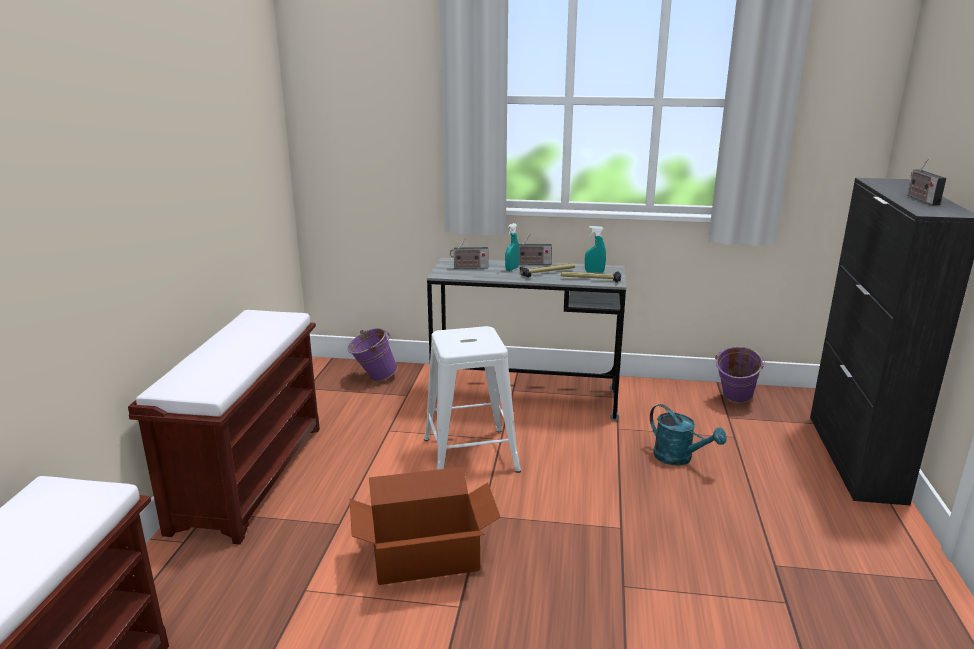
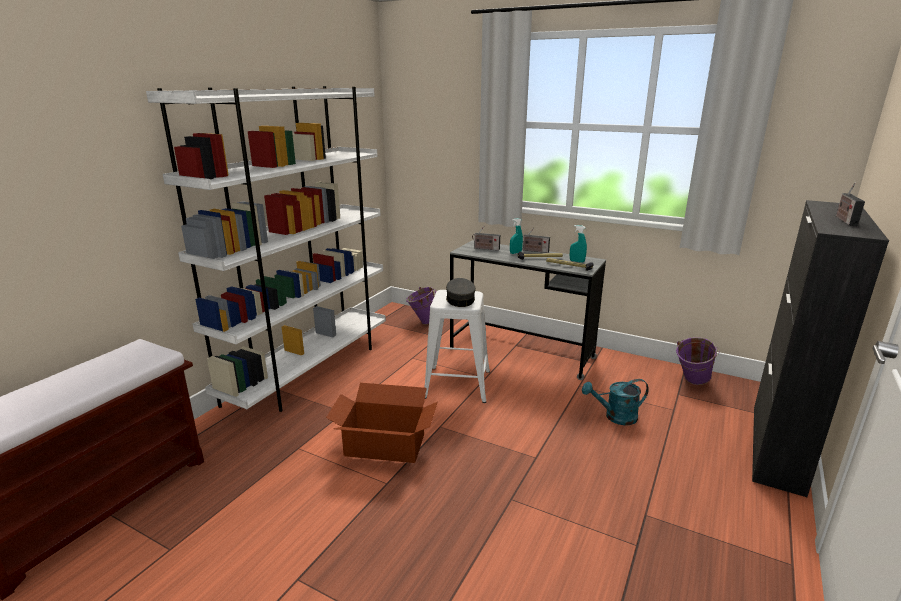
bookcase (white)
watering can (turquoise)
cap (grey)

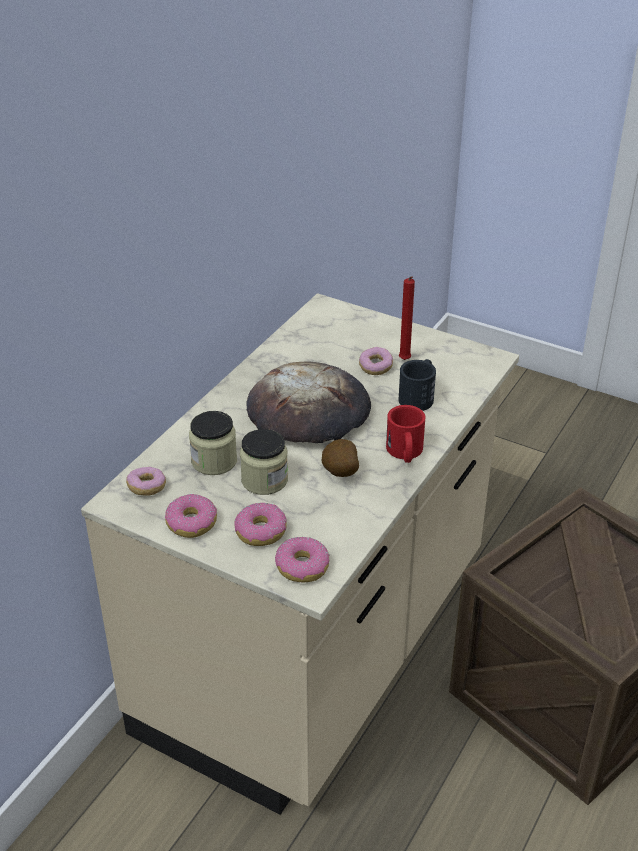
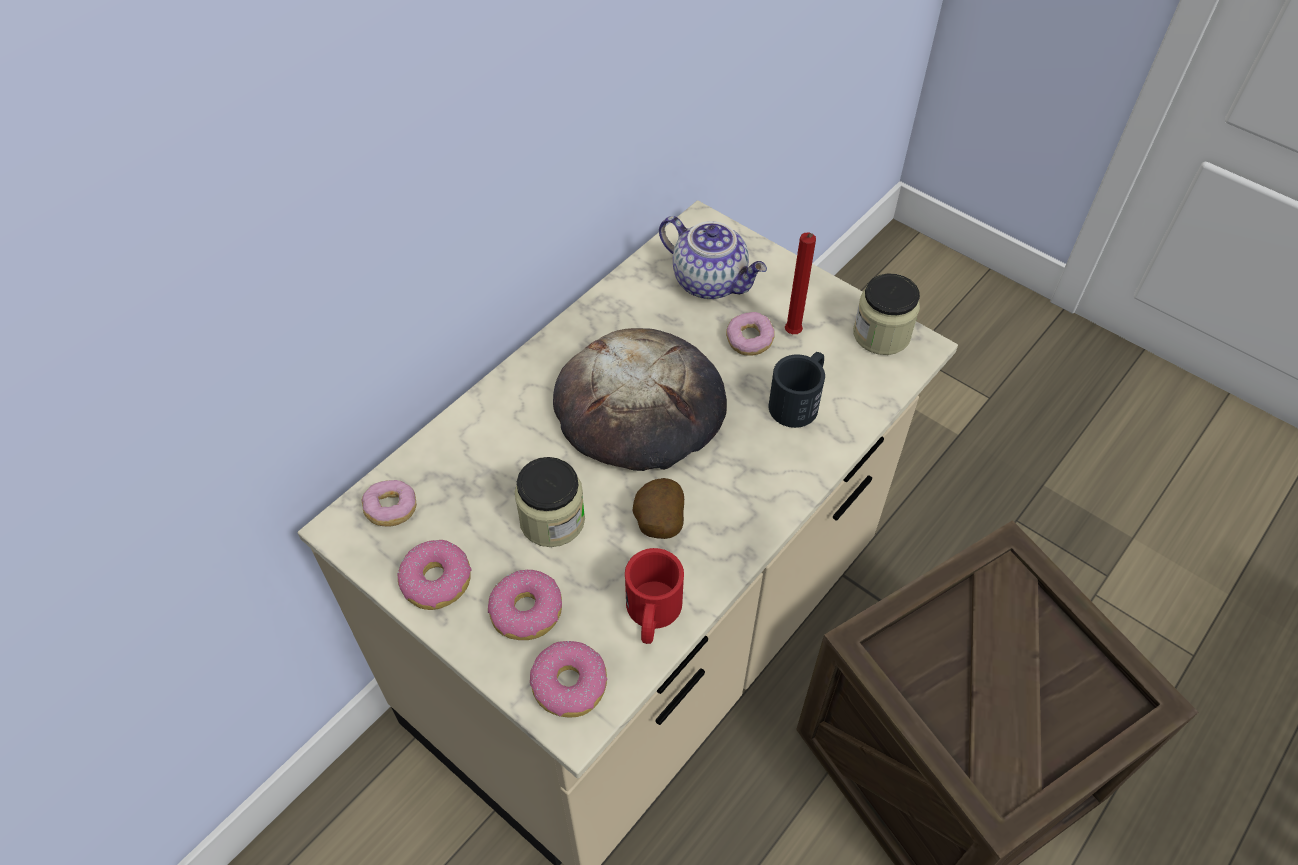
jar (no. 2 from left)
mug (red)
teapot

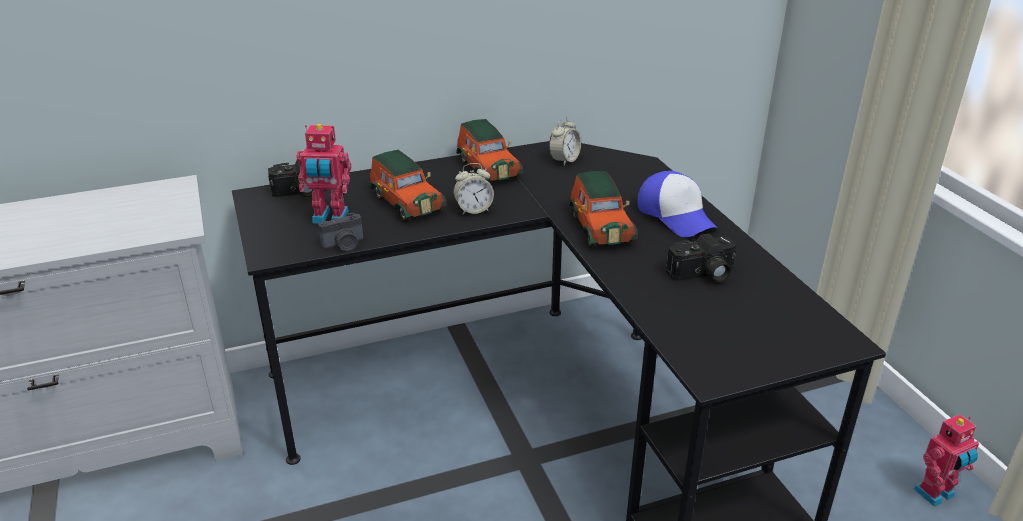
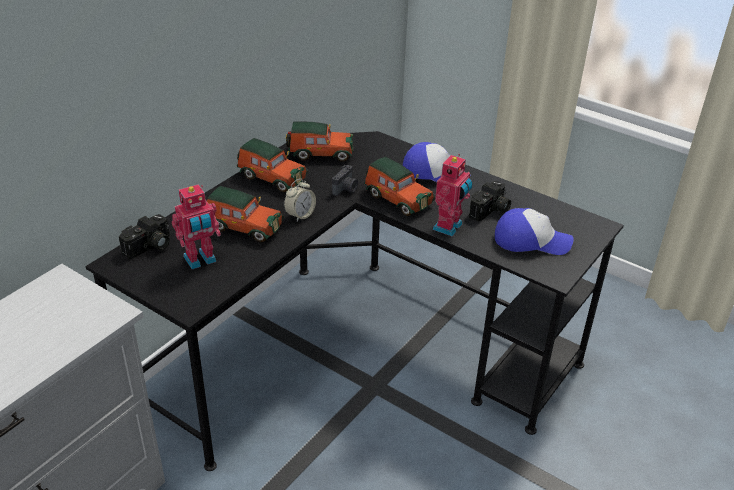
photo camera (no. 2 from left)
toy car (no. 3 from left)
toy robot (no. 2 from left)
cap (no. 2 from left)

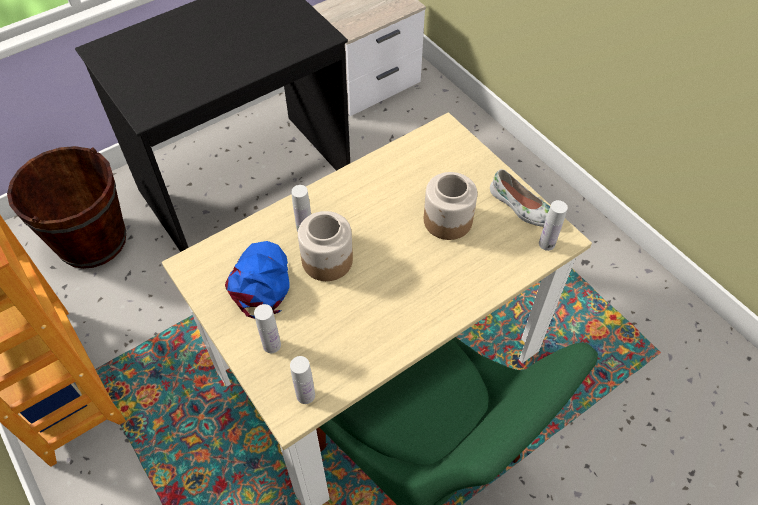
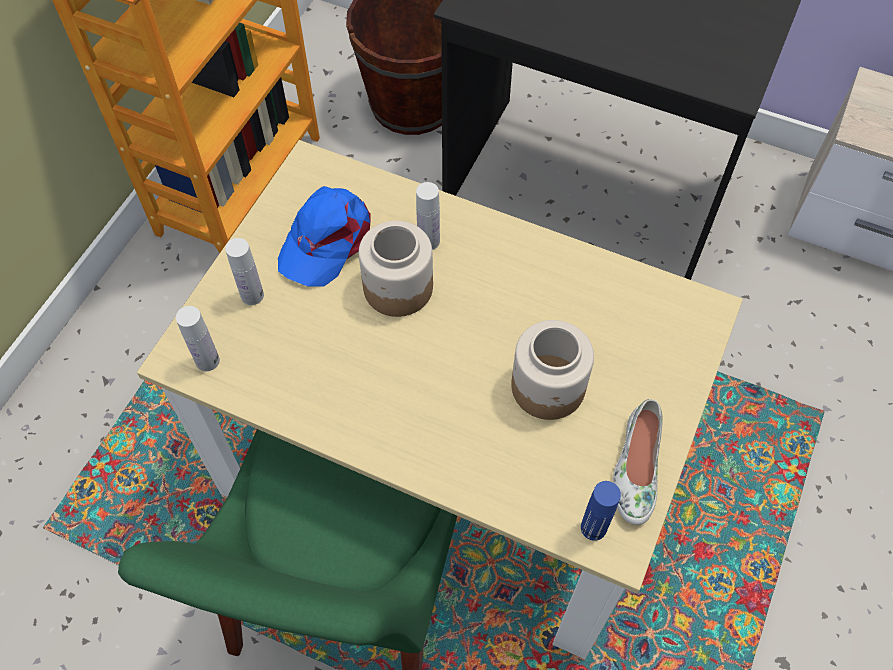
cap (blue)
bottle (blue)

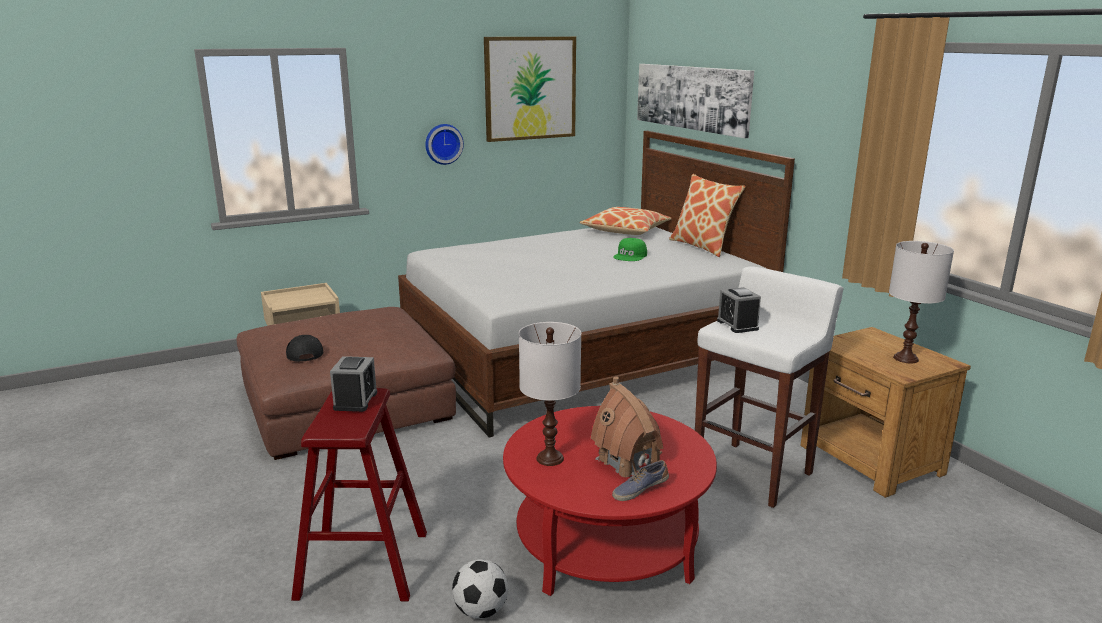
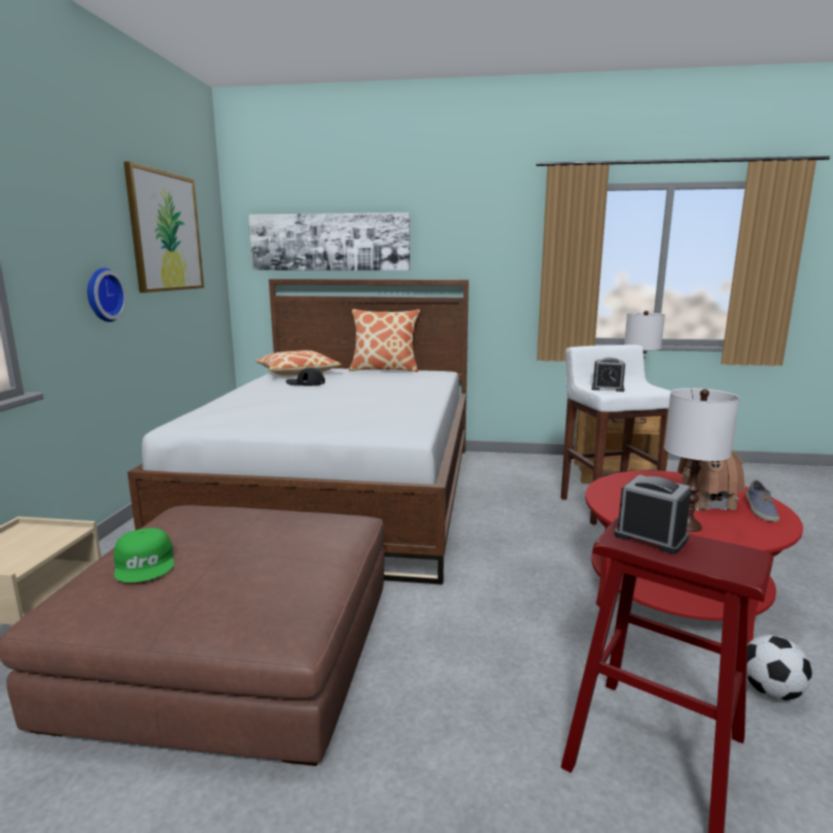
cap (black)
cap (green)

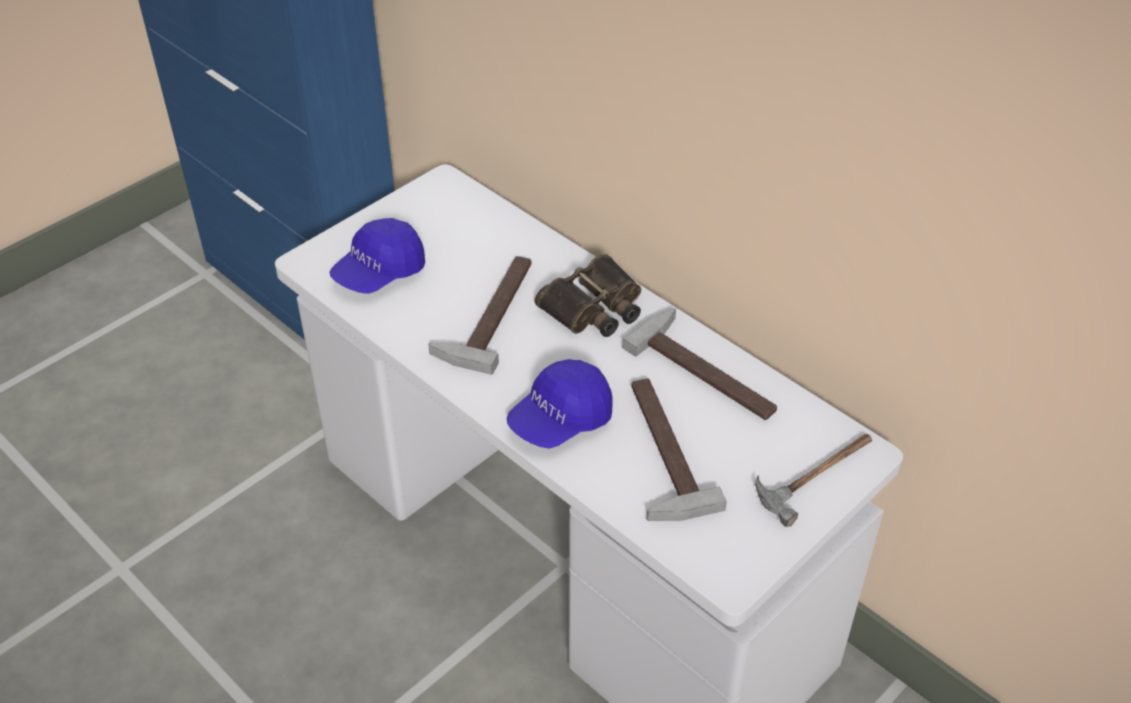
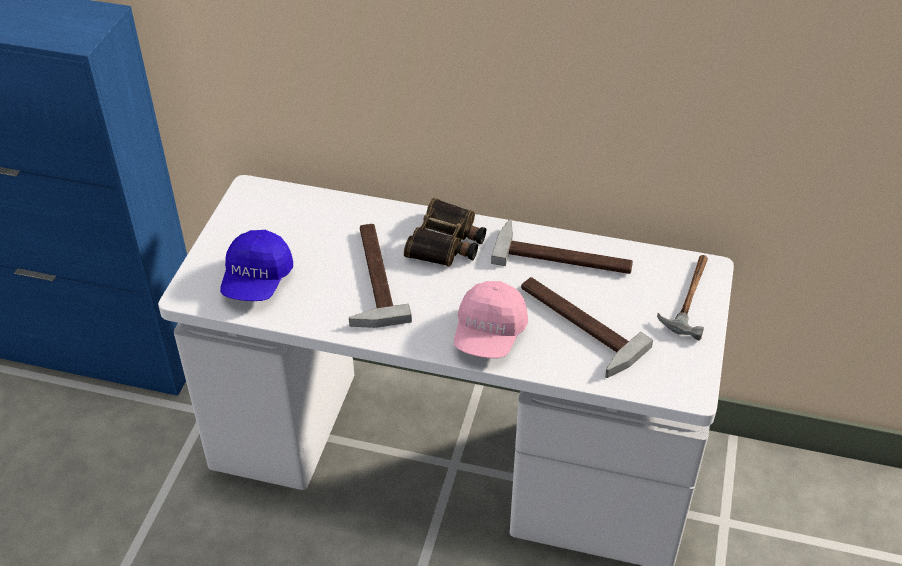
cap (pink)

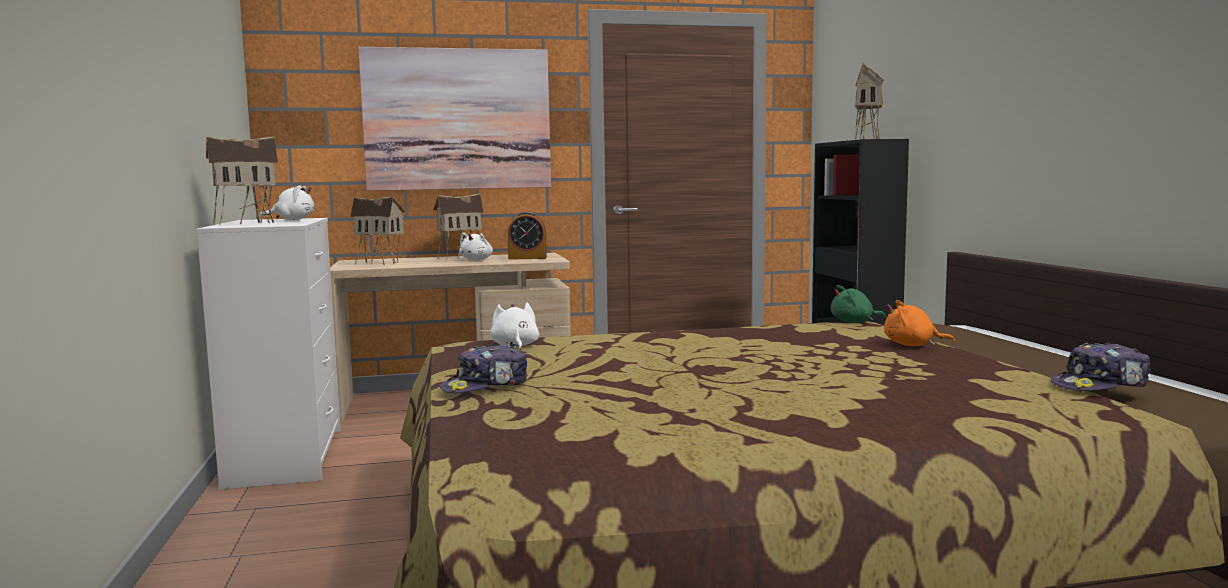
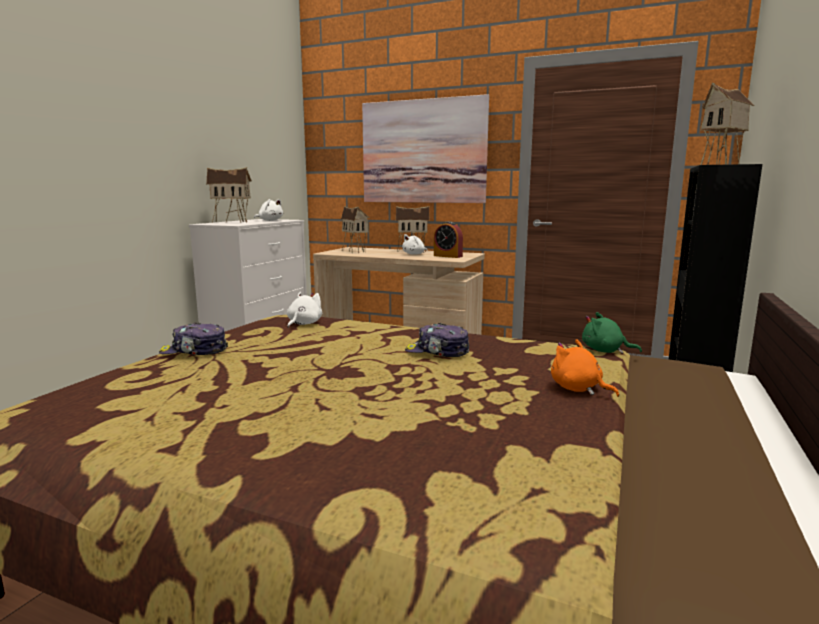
cap (no. 2 from left)

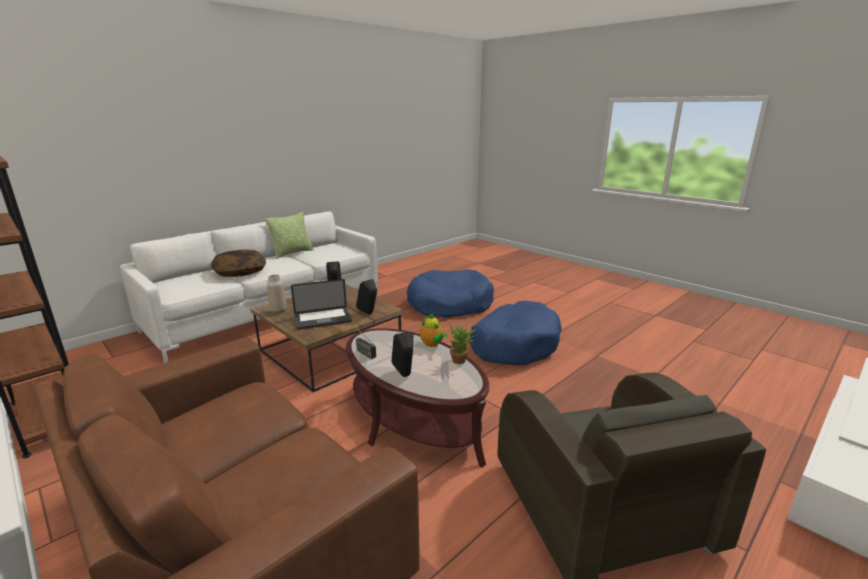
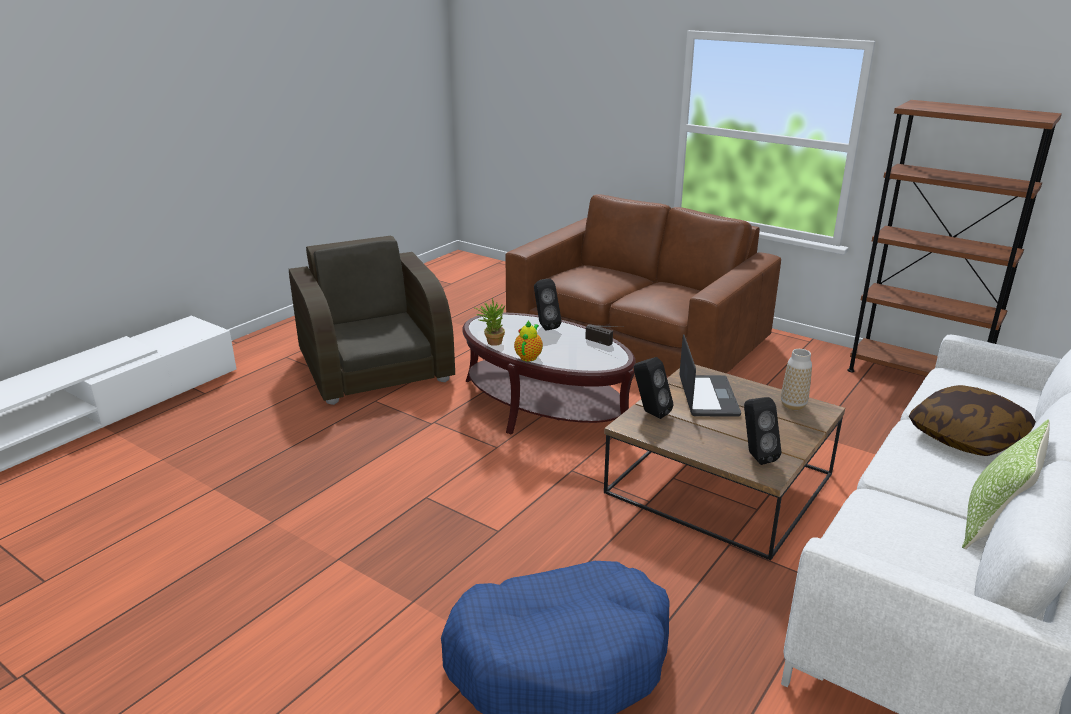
laptop
teapot
dog bed (blue) (no. 2 from left in the first image)

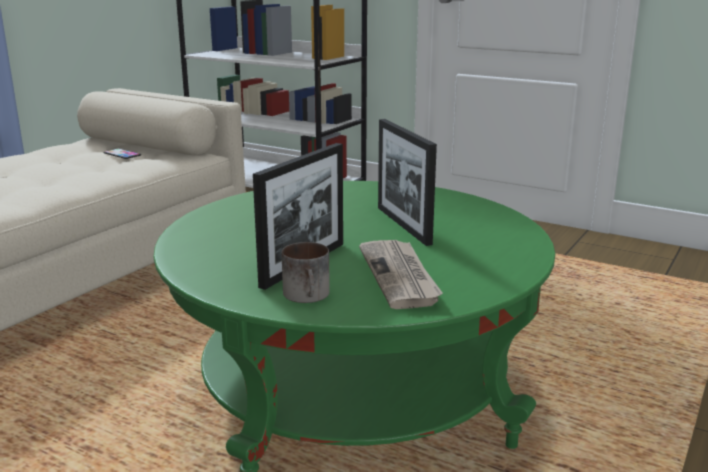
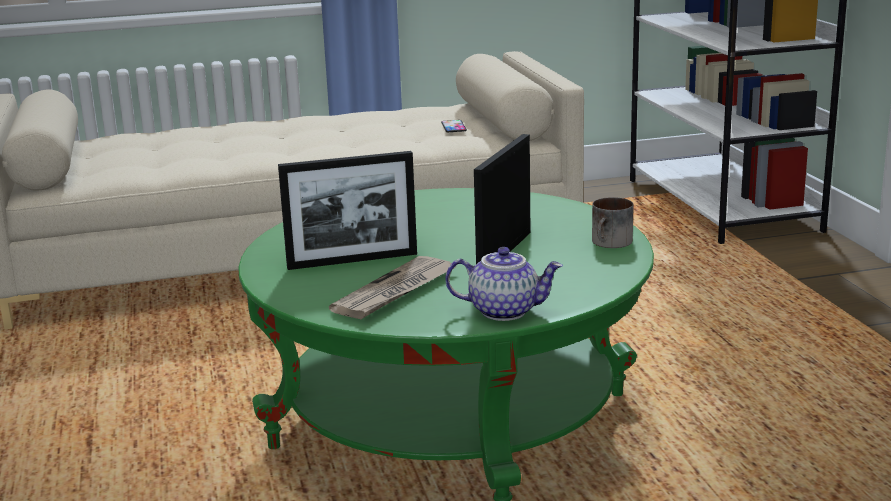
mug
teapot

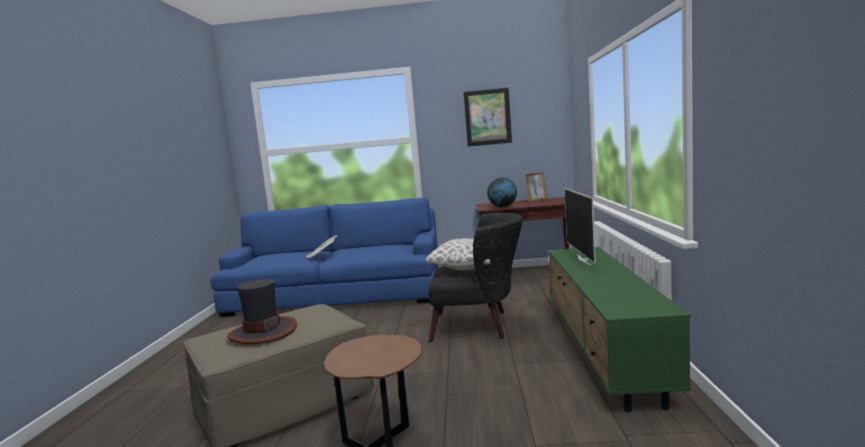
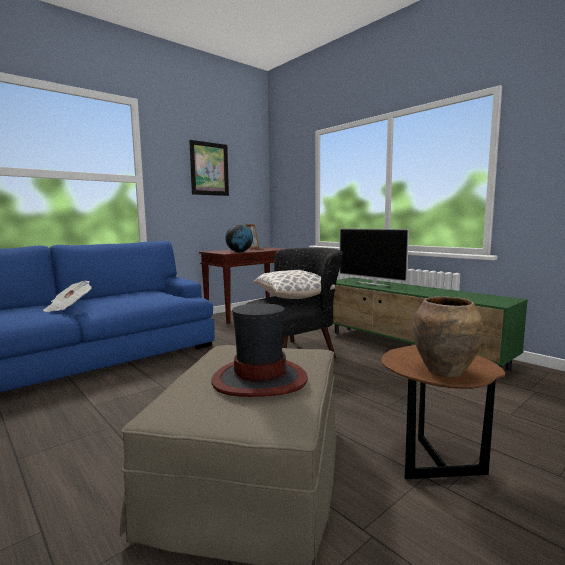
vase (brown)

